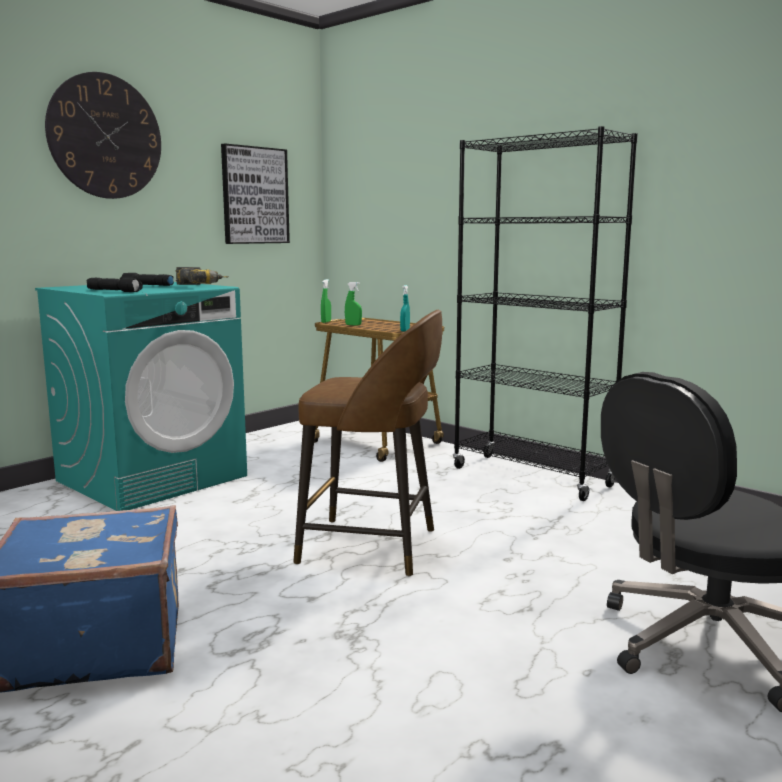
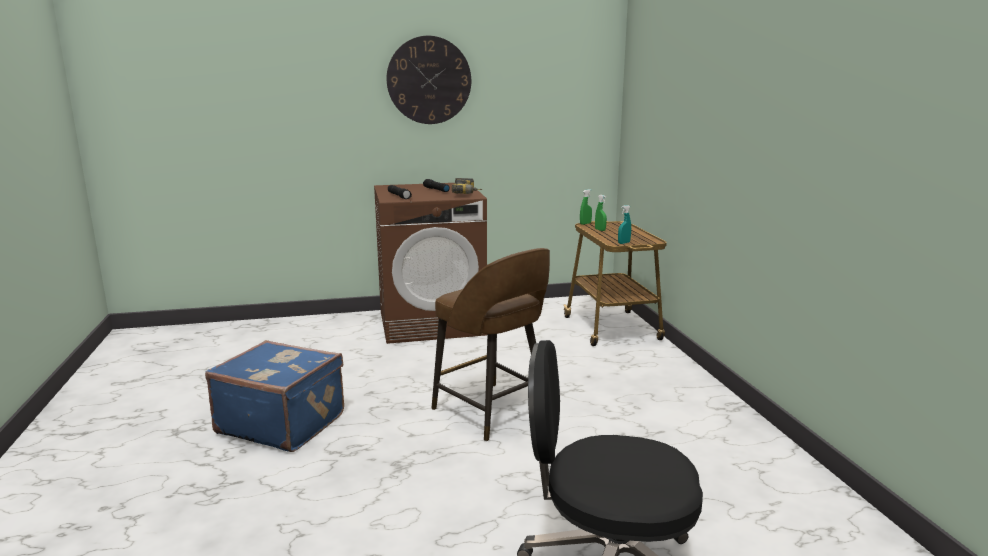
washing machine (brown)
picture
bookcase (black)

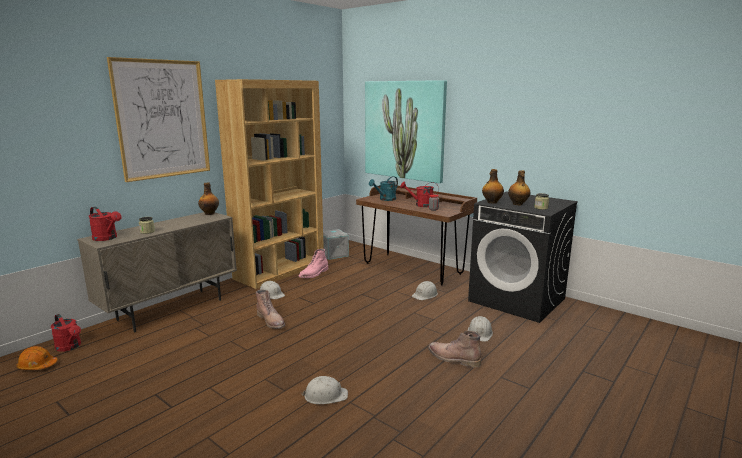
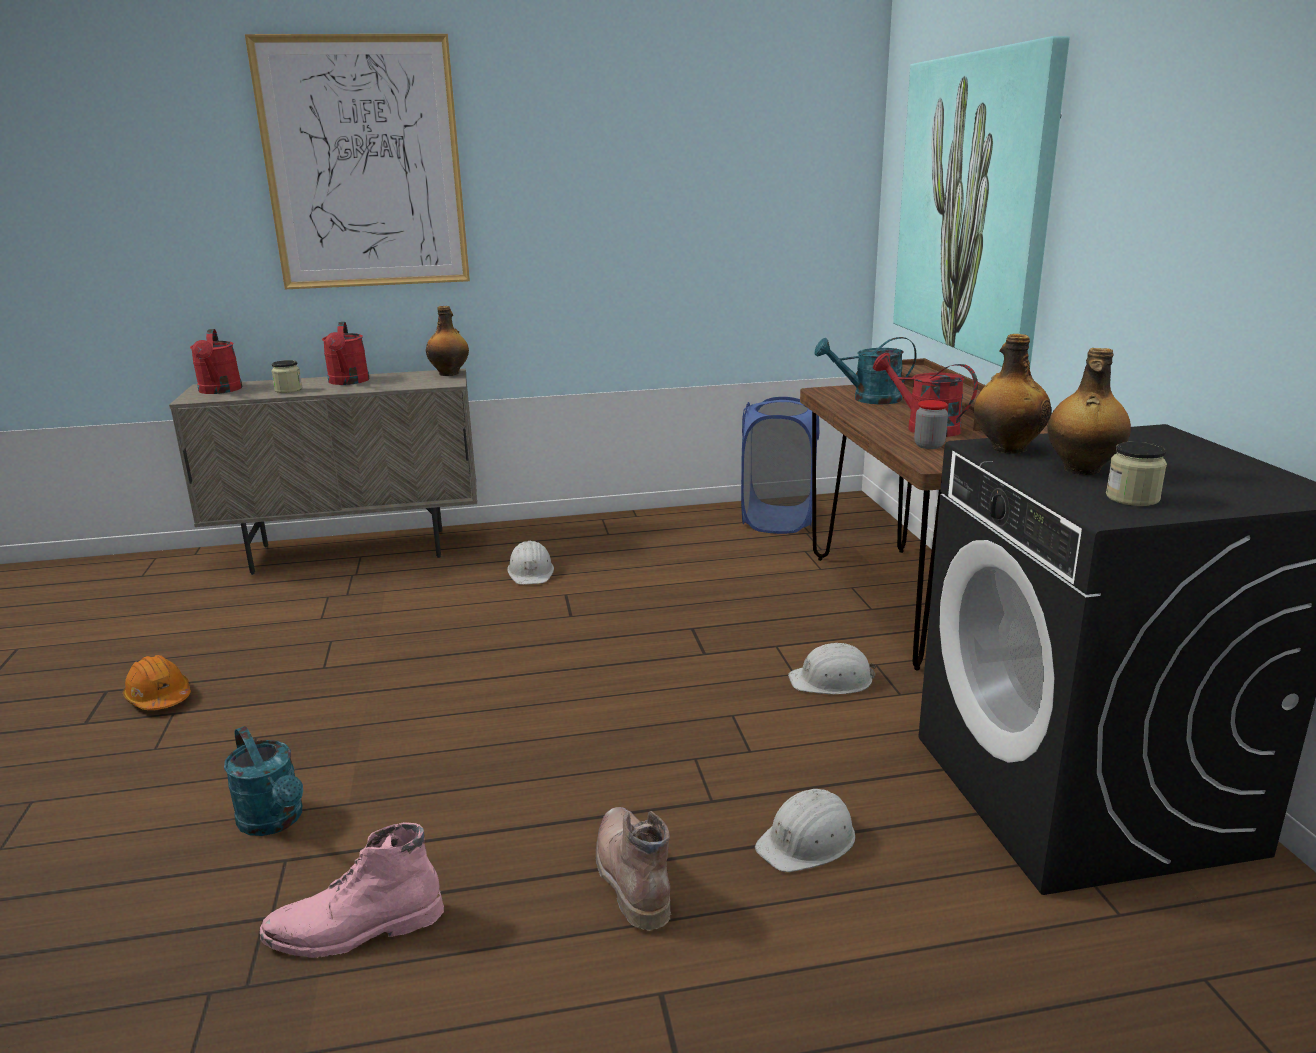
hard hat (orange)
watering can (red) (no. 2 from left)
bookcase (brown)
boot (brown) (no. 1 from left in the first image)
boot (pink)
watering can (turquoise) (no. 1 from left)
laundry basket (blue)

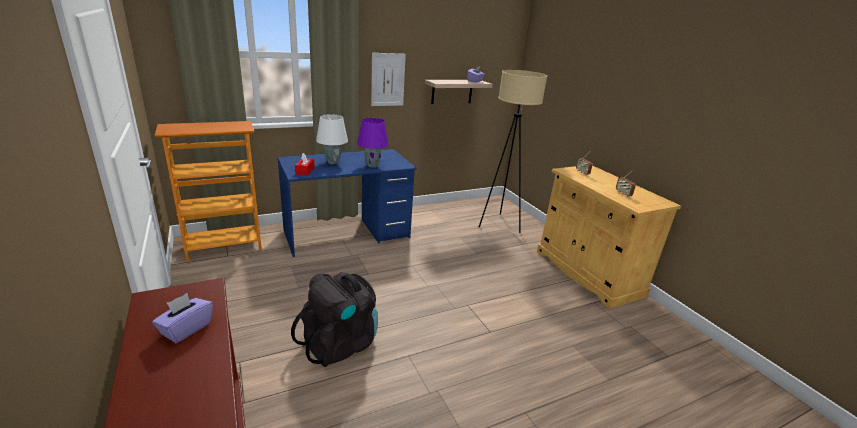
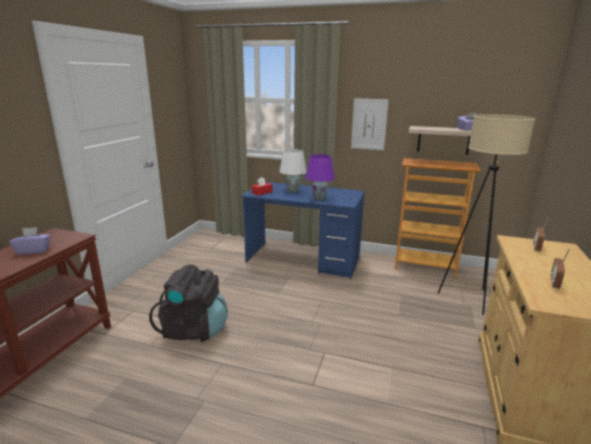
bookcase

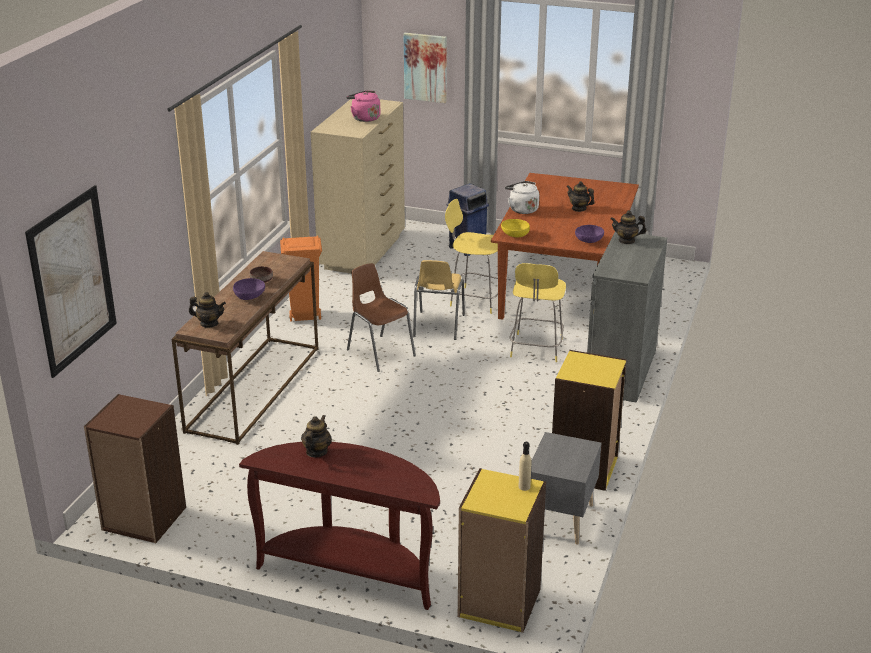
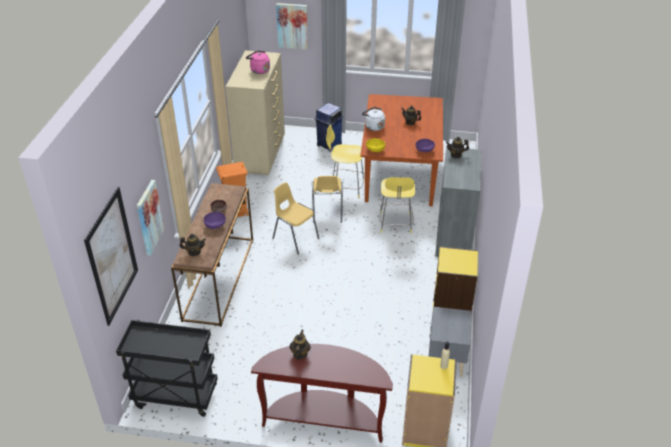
cart (black)
chair (yellow) (no. 1 from left)
picture (no. 2 from left)

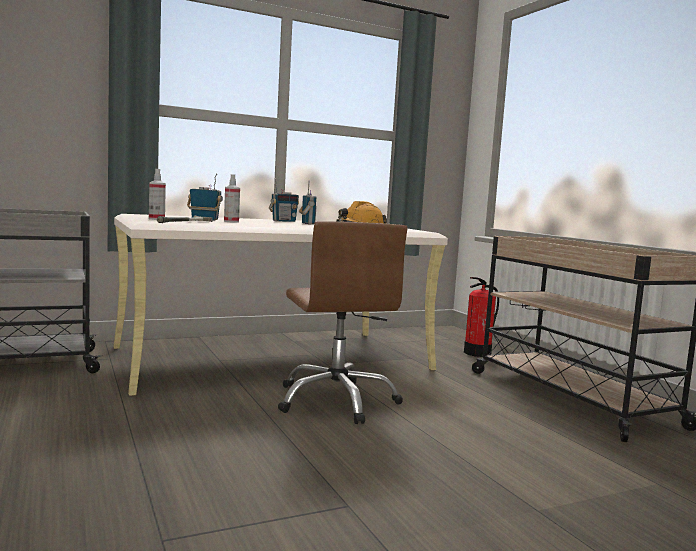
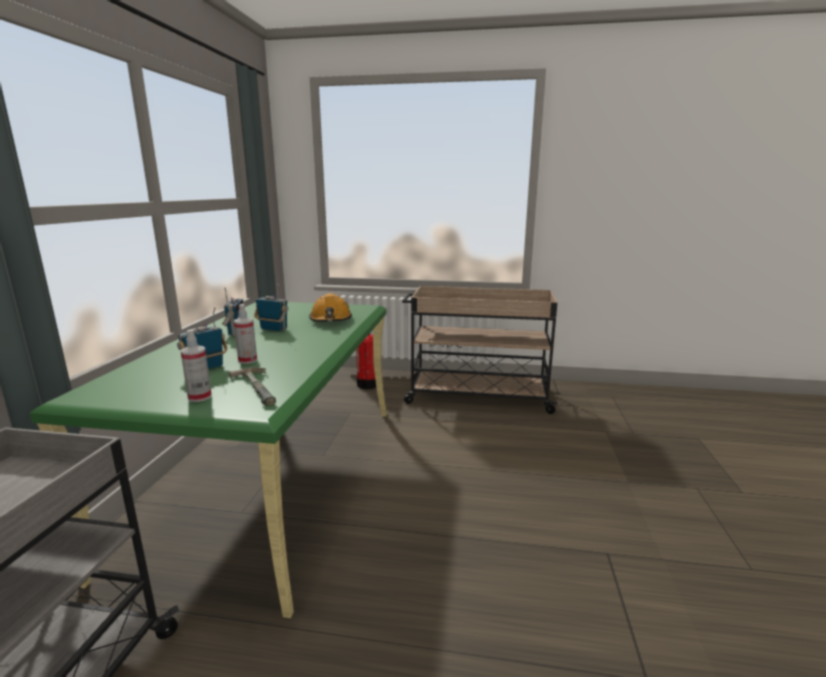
desk (green)
office chair (brown)

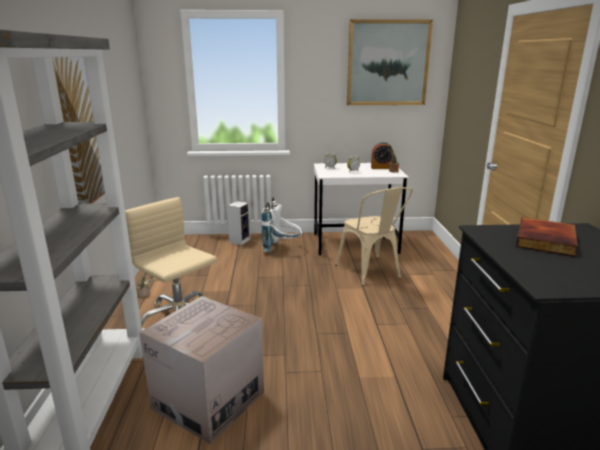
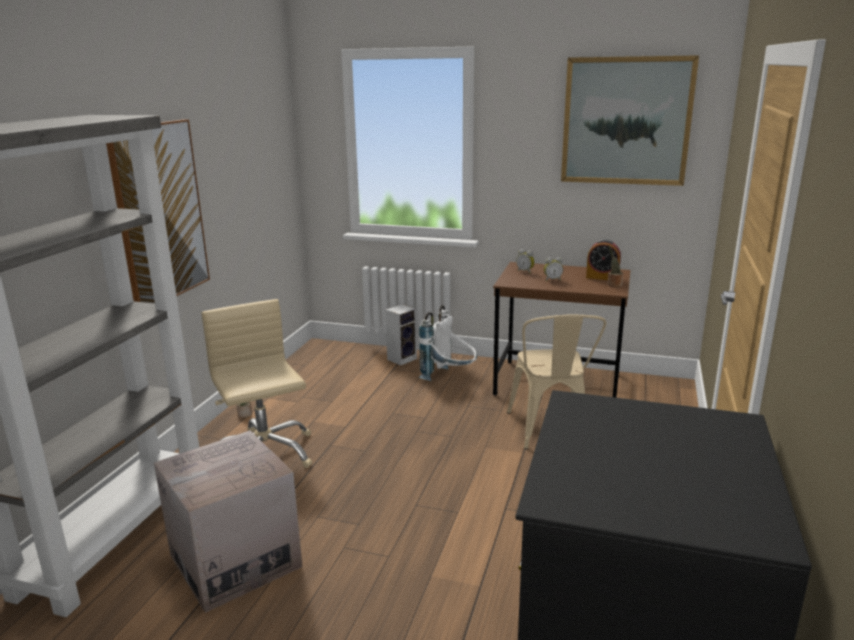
desk (brown)
book

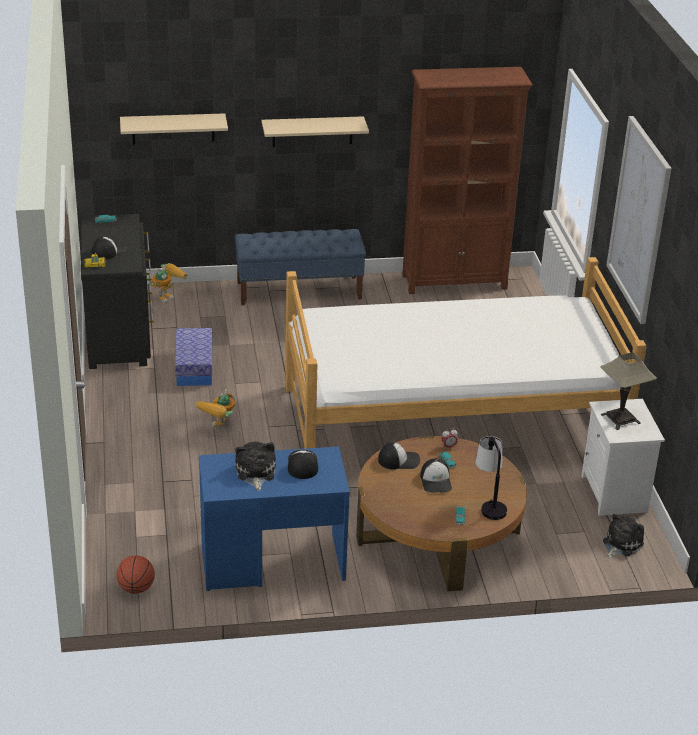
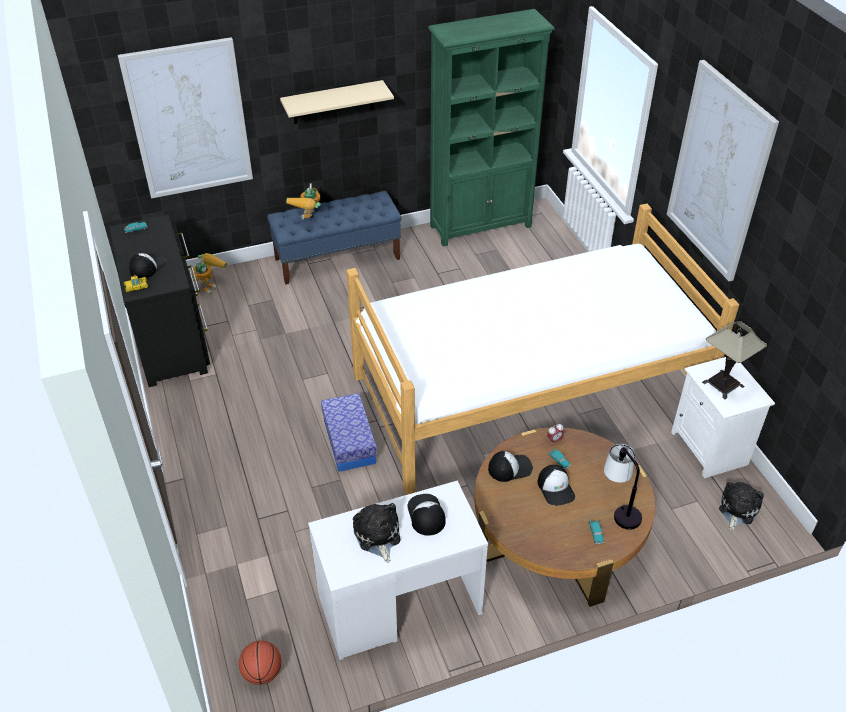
picture (no. 1 from left)
storage box
toy robot (no. 2 from left)
desk (white)
bookcase (green)

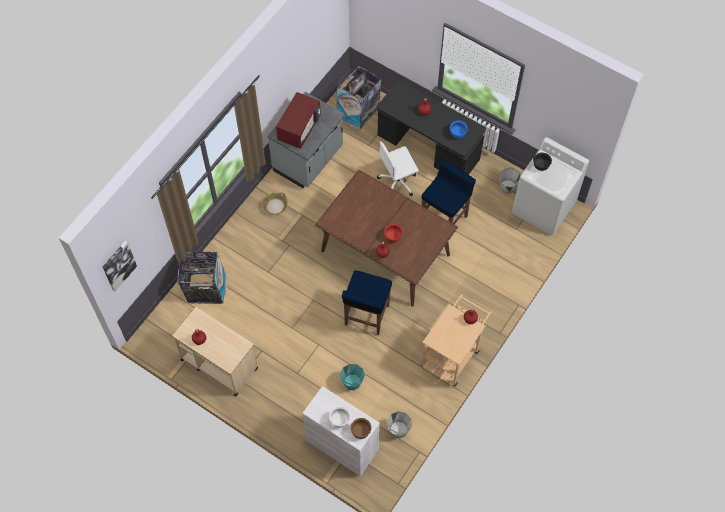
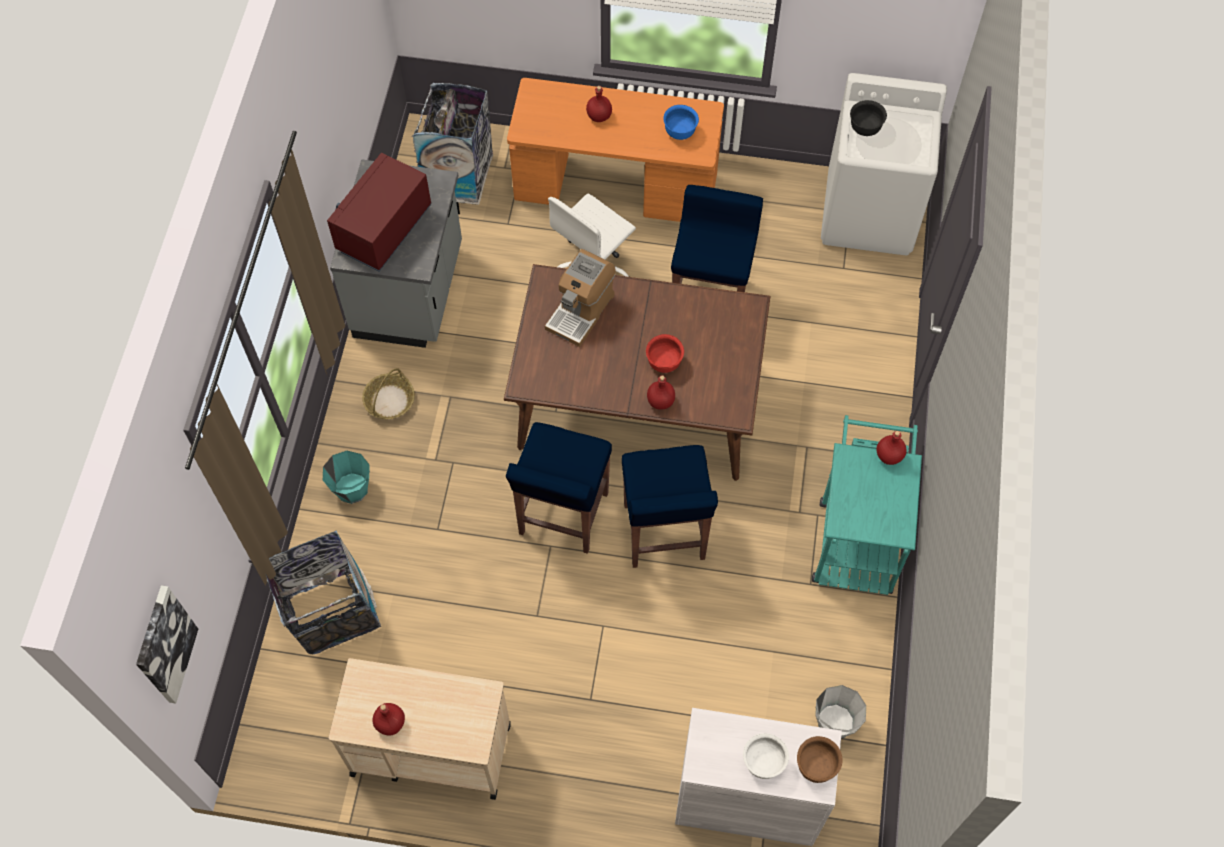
microwave (red)
bucket (turquoise)
desk (orange)
cart (turquoise)
bucket (grey) (no. 2 from left in the first image)
stool (blue) (no. 1 from left)
coffee machine

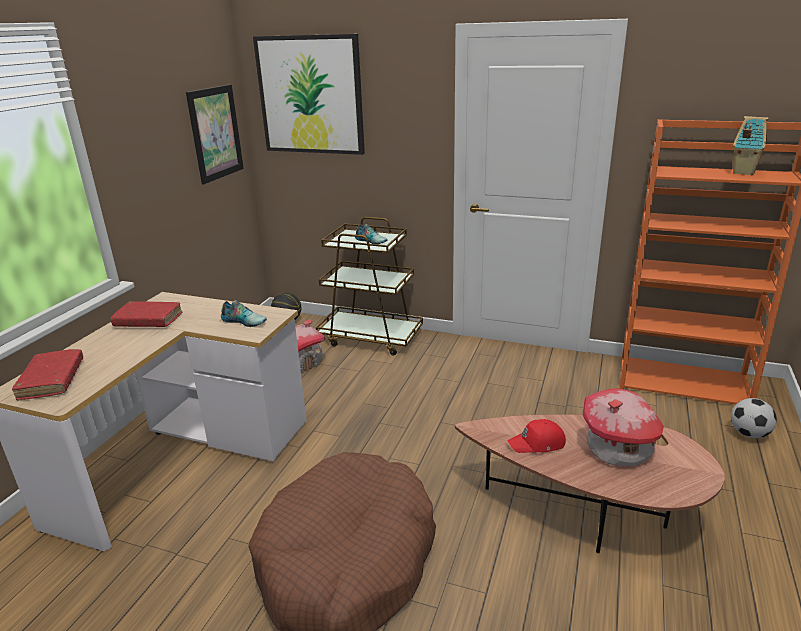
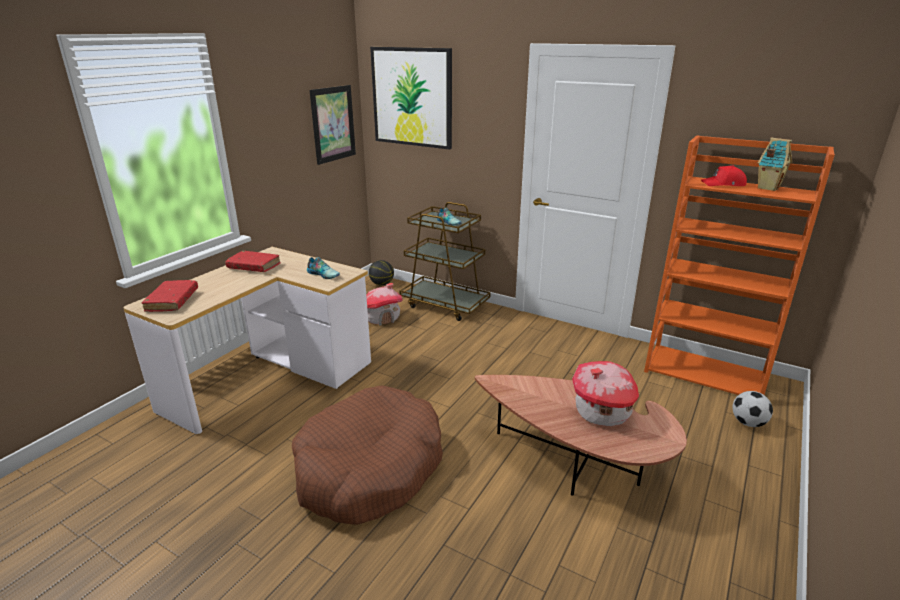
cap (red)

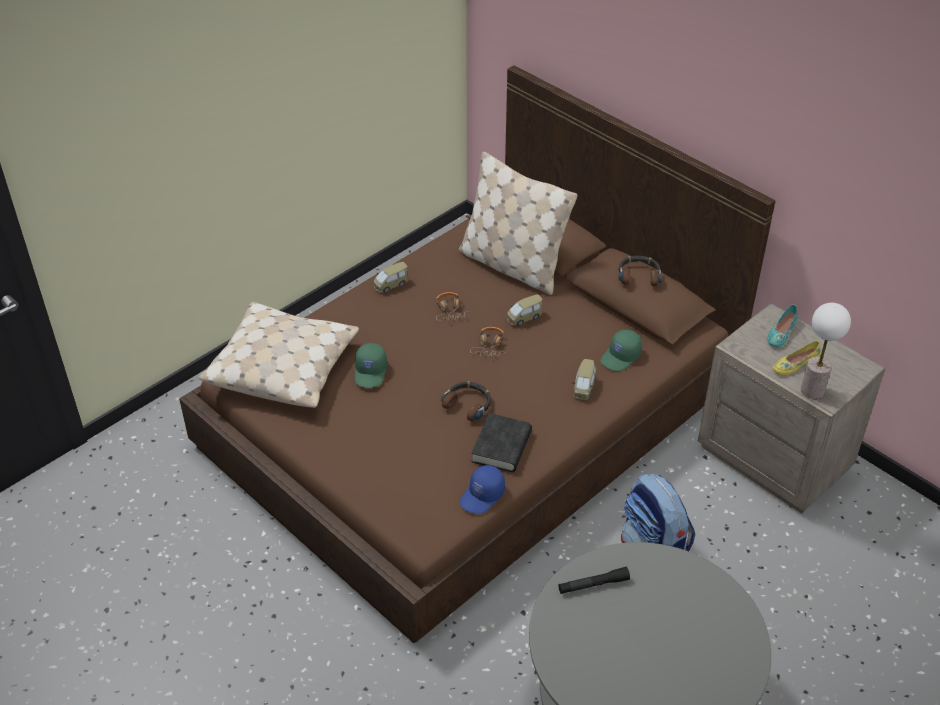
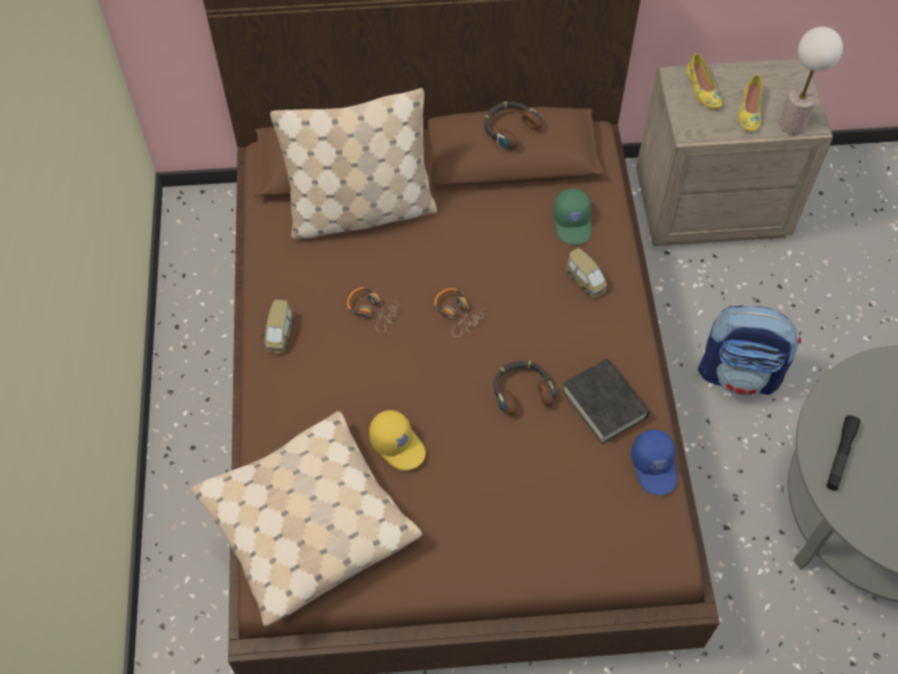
cap (yellow)
toy car (no. 2 from left in the first image)
shoe (yellow) (no. 1 from left)

